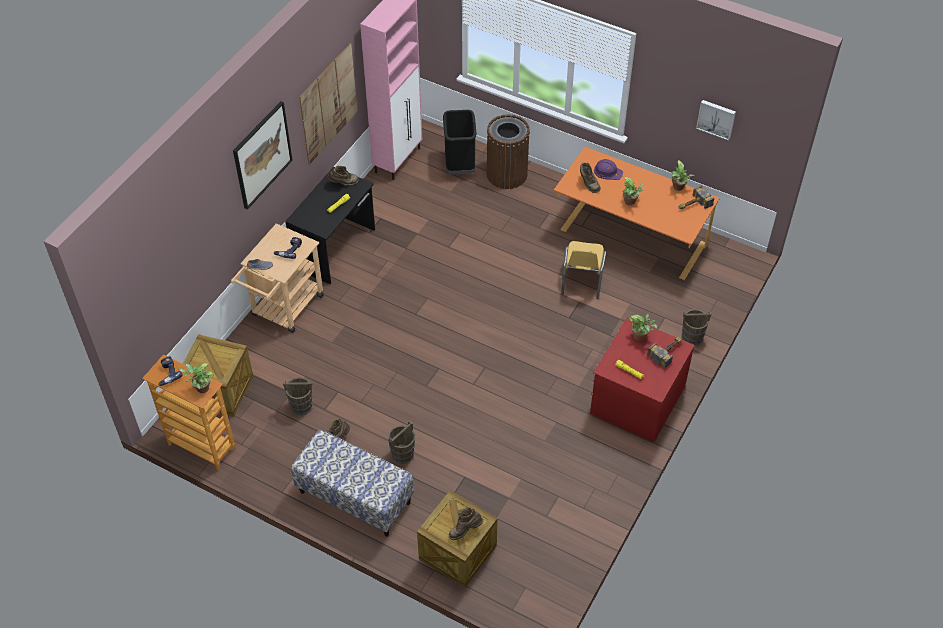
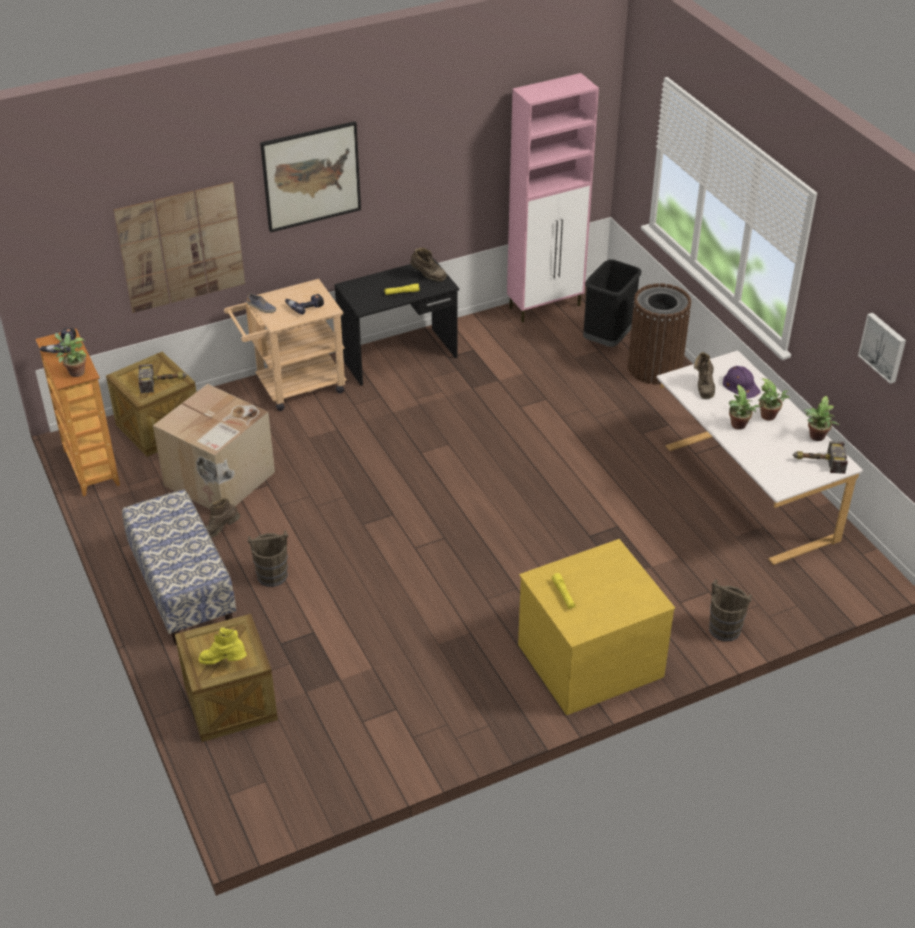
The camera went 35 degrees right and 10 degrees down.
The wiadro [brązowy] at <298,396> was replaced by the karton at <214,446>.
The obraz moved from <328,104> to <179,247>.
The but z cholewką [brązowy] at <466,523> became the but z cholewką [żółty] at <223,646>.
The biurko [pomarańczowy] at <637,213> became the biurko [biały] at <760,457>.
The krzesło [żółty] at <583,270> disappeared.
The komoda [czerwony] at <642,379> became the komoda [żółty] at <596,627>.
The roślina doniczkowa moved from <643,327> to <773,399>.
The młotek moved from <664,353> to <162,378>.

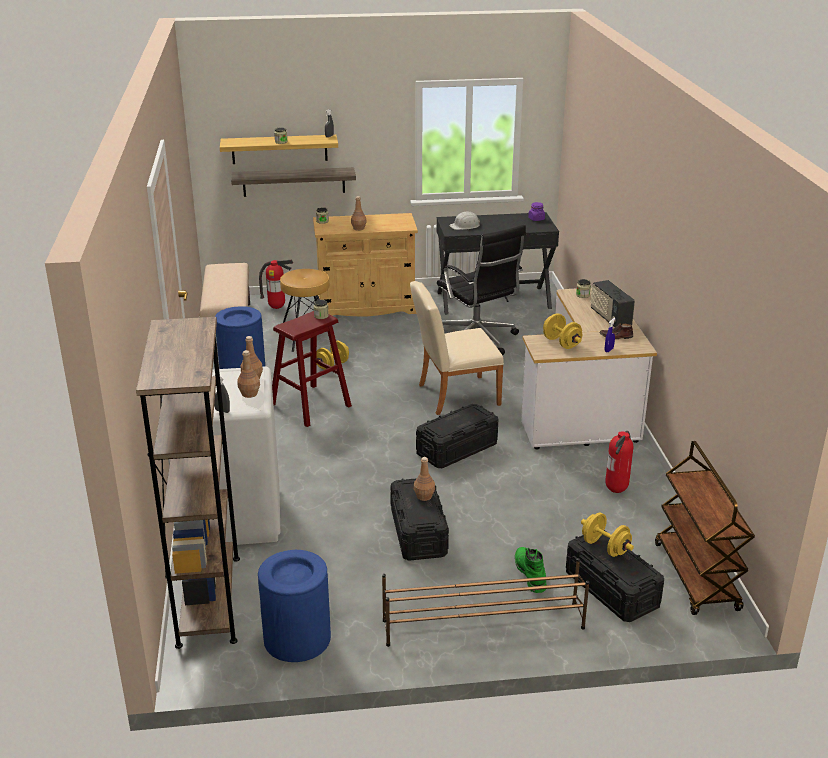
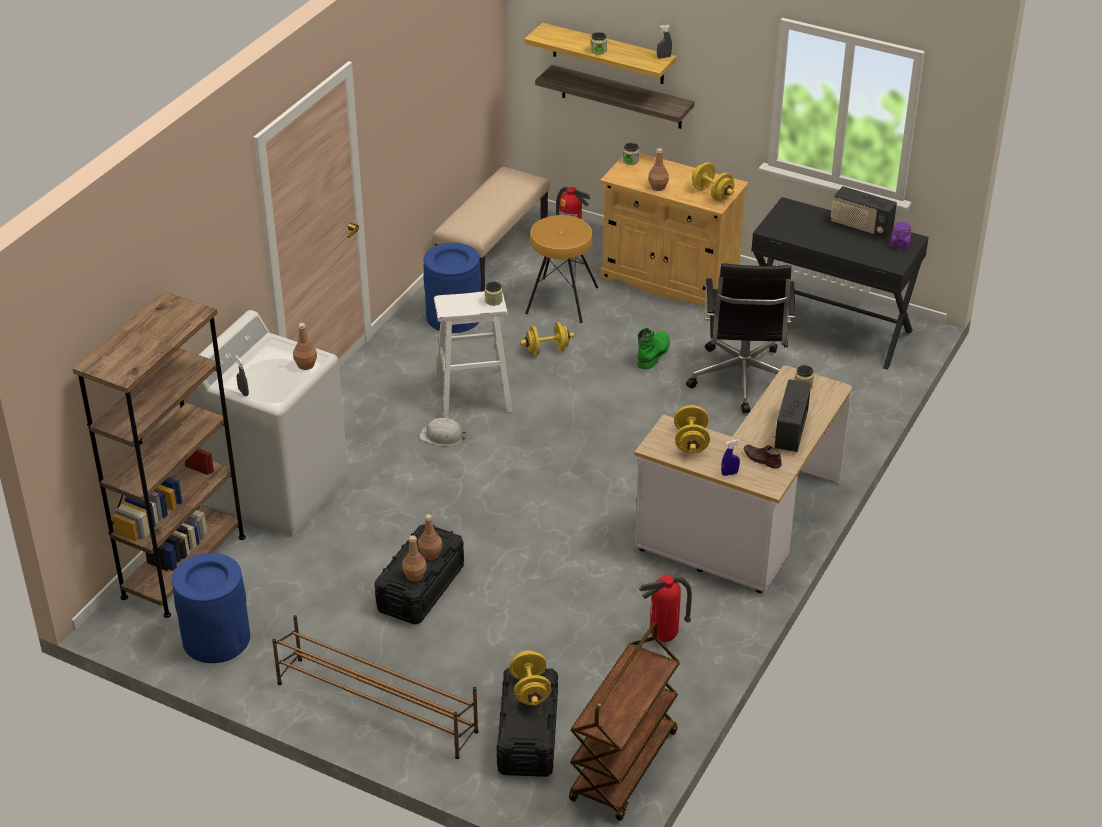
The camera went 35 degrees right and 10 degrees up.
The butelka [brązowy] moved from <248,374> to <414,558>.
The stołek [czerwony] at <312,369> became the stołek [biały] at <473,354>.
The krzesło [beżowy] at <457,348> disappeared.
The pojemnik do przechowywania [czarny] at <457,436> disappeared.
The kask [biały] moved from <464,220> to <442,432>.
The but z cholewką [zielony] moved from <531,570> to <653,348>.
The hantel [żółty] at <713,181> appeared.
The radio at <864,212> appeared.

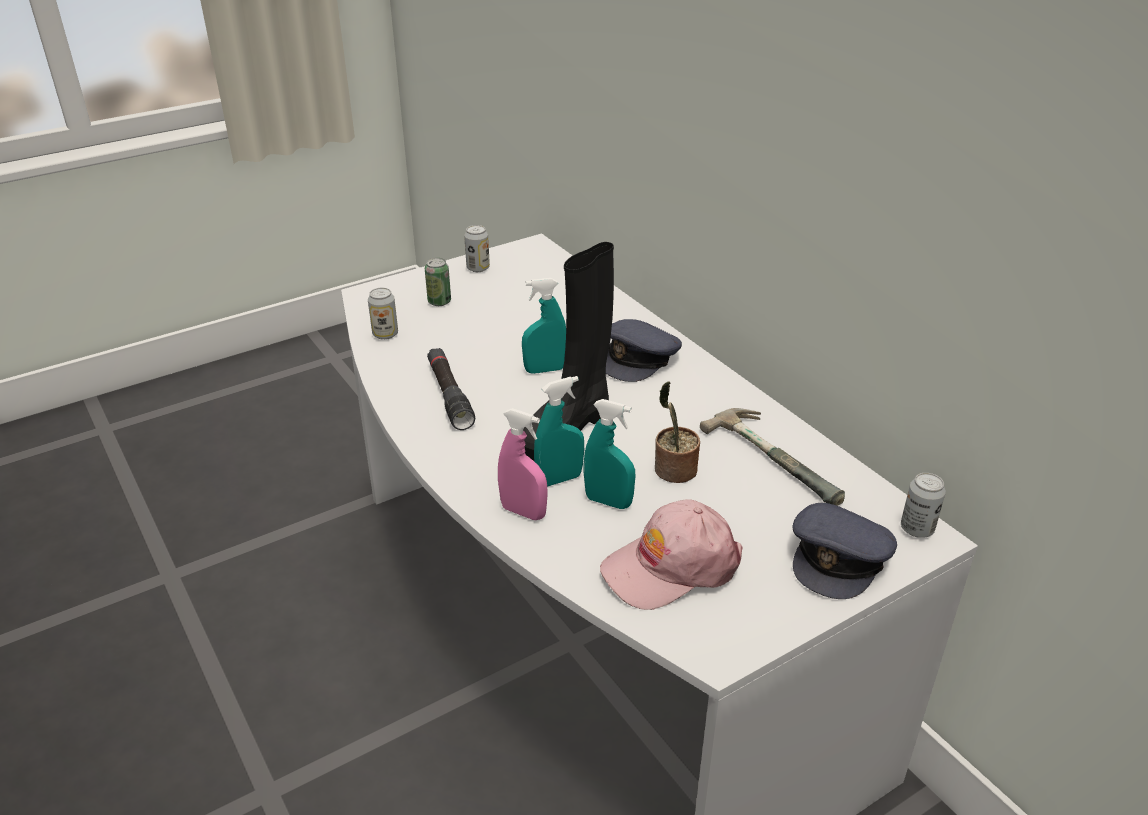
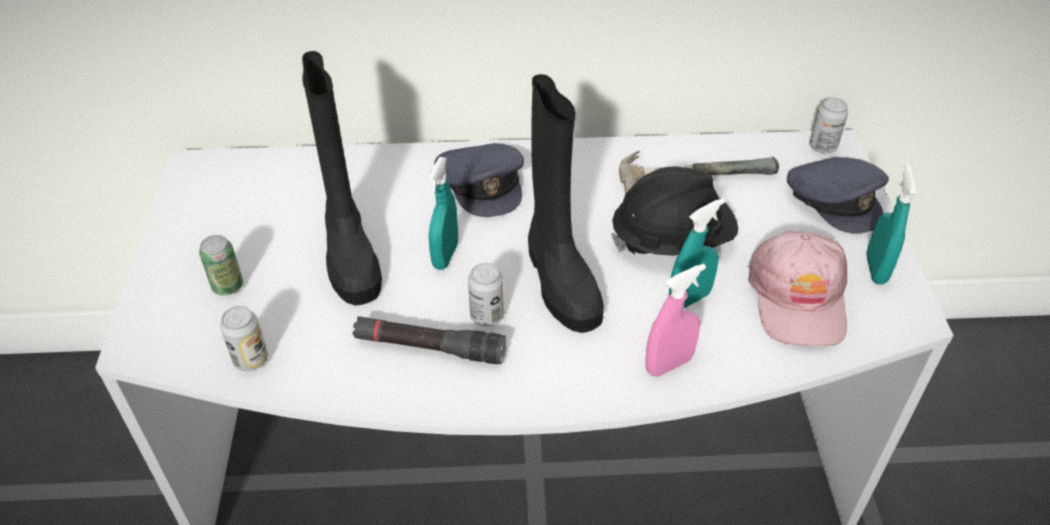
The camera went 60 degrees left and 10 degrees up.
The puszka moved from <477,248> to <486,294>.
The spryskiwacz [turkusowy] moved from <559,431> to <891,224>.
The roślina doniczkowa at <677,432> was replaced by the kask [czarny] at <674,211>.
The but z cholewką [czarny] at <342,178> appeared.

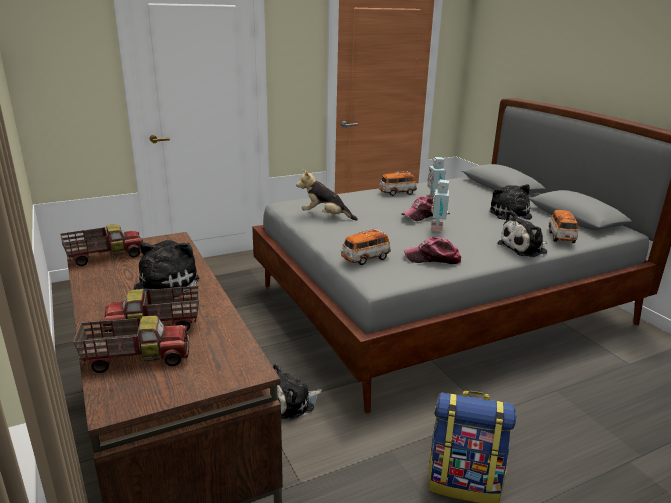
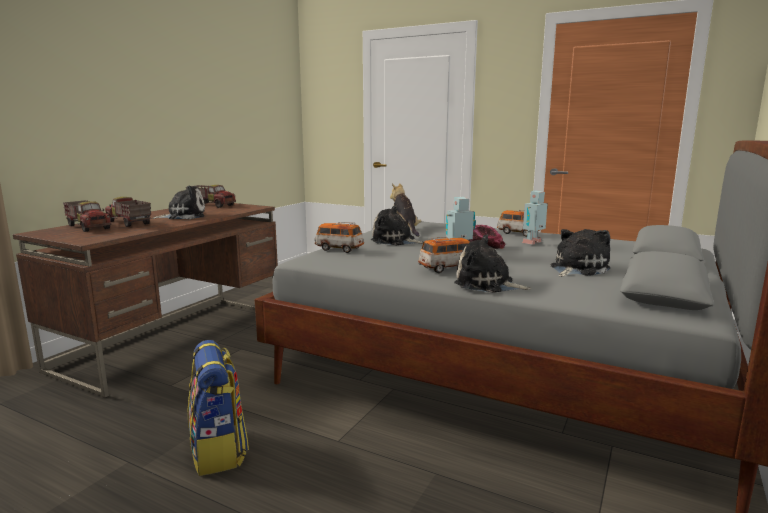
The camera went 55 degrees right and 10 degrees down.
The pluszak moved from <297,392> to <397,225>.
The czapka z daszkiem at <432,250> disappeared.
The samochodzik moved from <563,226> to <444,255>.

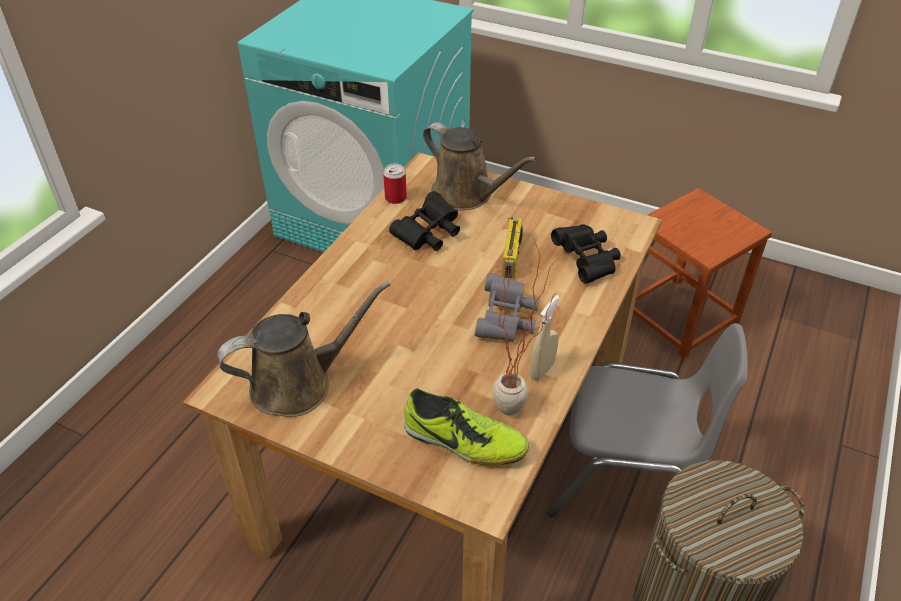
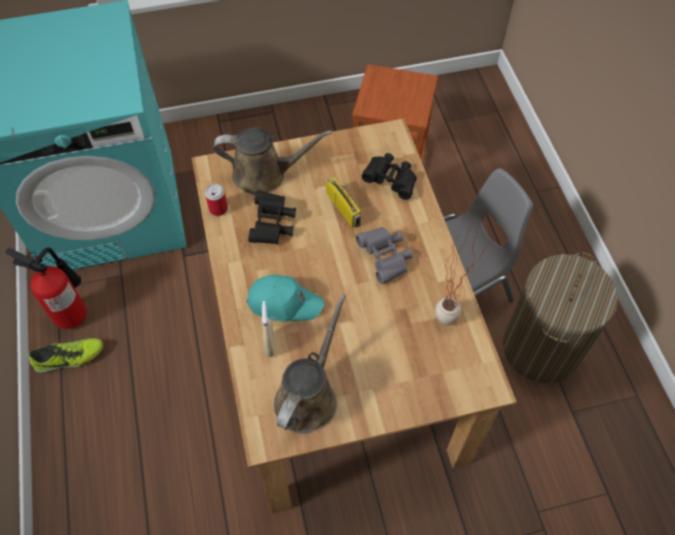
The camera went 40 degrees left and 15 degrees up.
The but moved from <466,427> to <66,355>.
The spryskiwacz [beżowy] moved from <545,338> to <268,329>.
The gaśnica at <46,288> appeared.
The czapka z daszkiem [turkusowy] at <285,298> appeared.

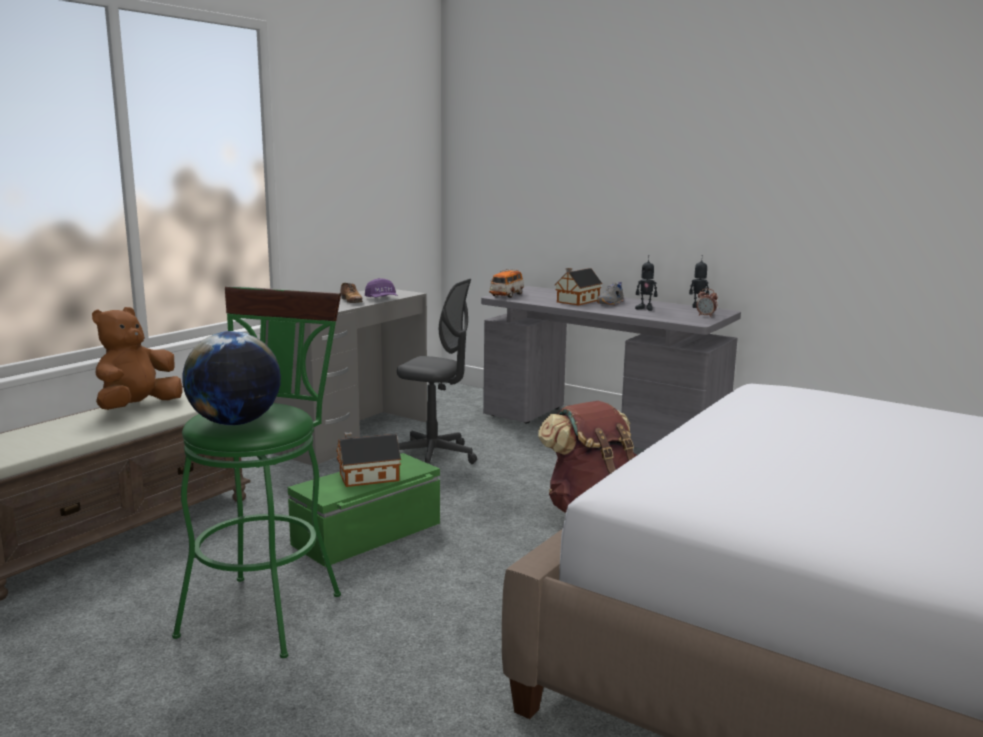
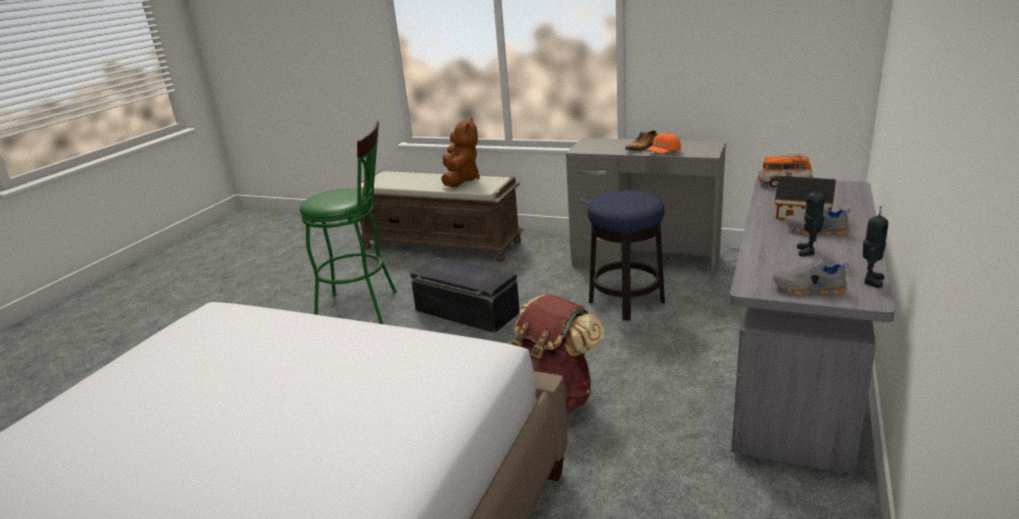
The camera went 80 degrees right and 10 degrees up.
The pluszak [brązowy] at <137,358> turned 75 degrees clockwise.
The globus at <231,378> disappeared.
The pojemnik do przechowywania [zielony] at <364,510> became the pojemnik do przechowywania [czarny] at <465,294>.
The domek at <368,459> disappeared.
The czapka z daszkiem [fioletowy] at <381,287> became the czapka z daszkiem [pomarańczowy] at <663,143>.
The krzesło biurowe [szary] at <437,372> was replaced by the stołek at <626,255>.
The budzik at <707,302> was replaced by the but [szary] at <810,277>.

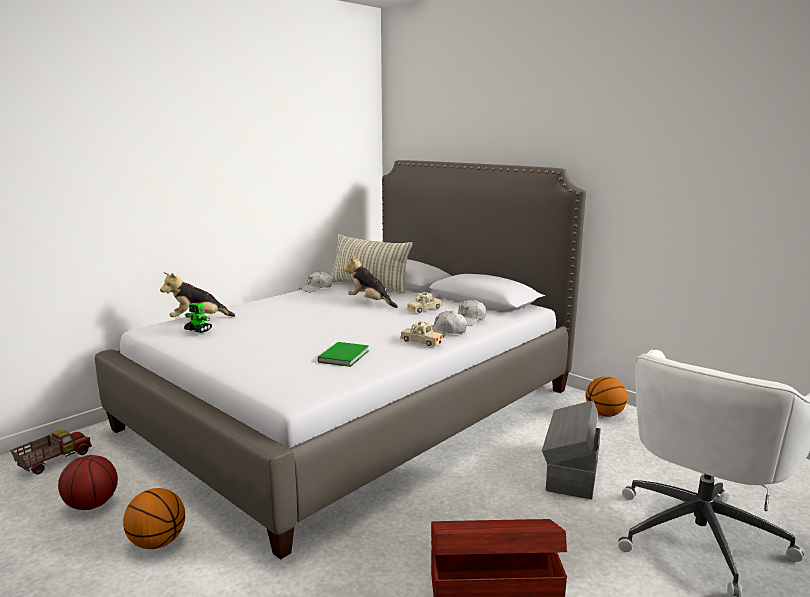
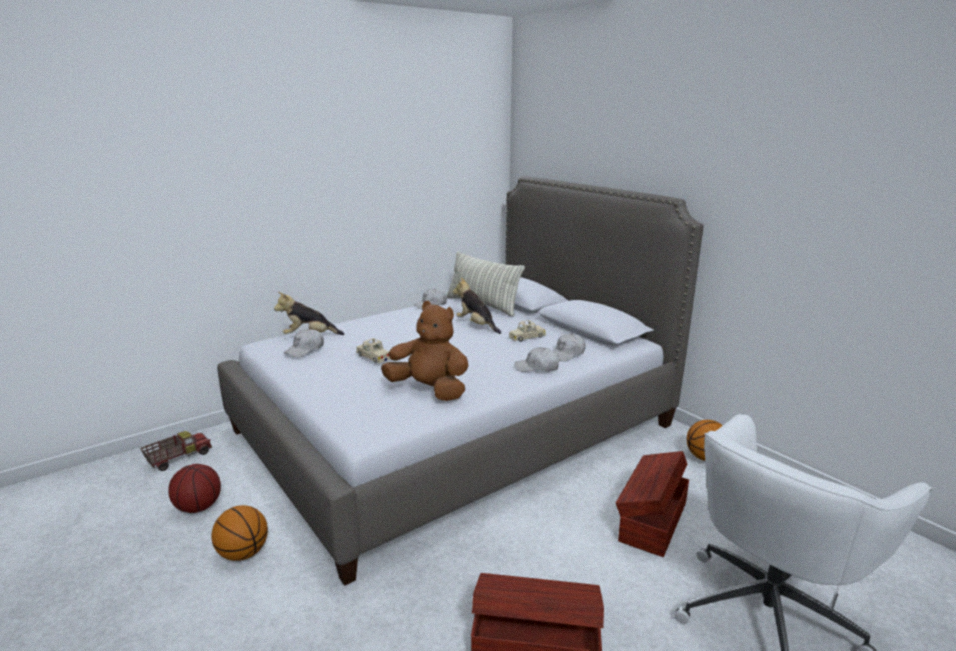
The camera went 10 degrees right and 5 degrees up.
The robot zabawkowy at <198,318> was replaced by the czapka z daszkiem [biały] at <304,343>.
The książka [zielony] at <343,354> was replaced by the pluszak [brązowy] at <424,351>.
The samochodzik [beżowy] moved from <422,333> to <373,350>.
The pojemnik do przechowywania [szary] at <571,449> became the pojemnik do przechowywania [brązowy] at <652,504>.

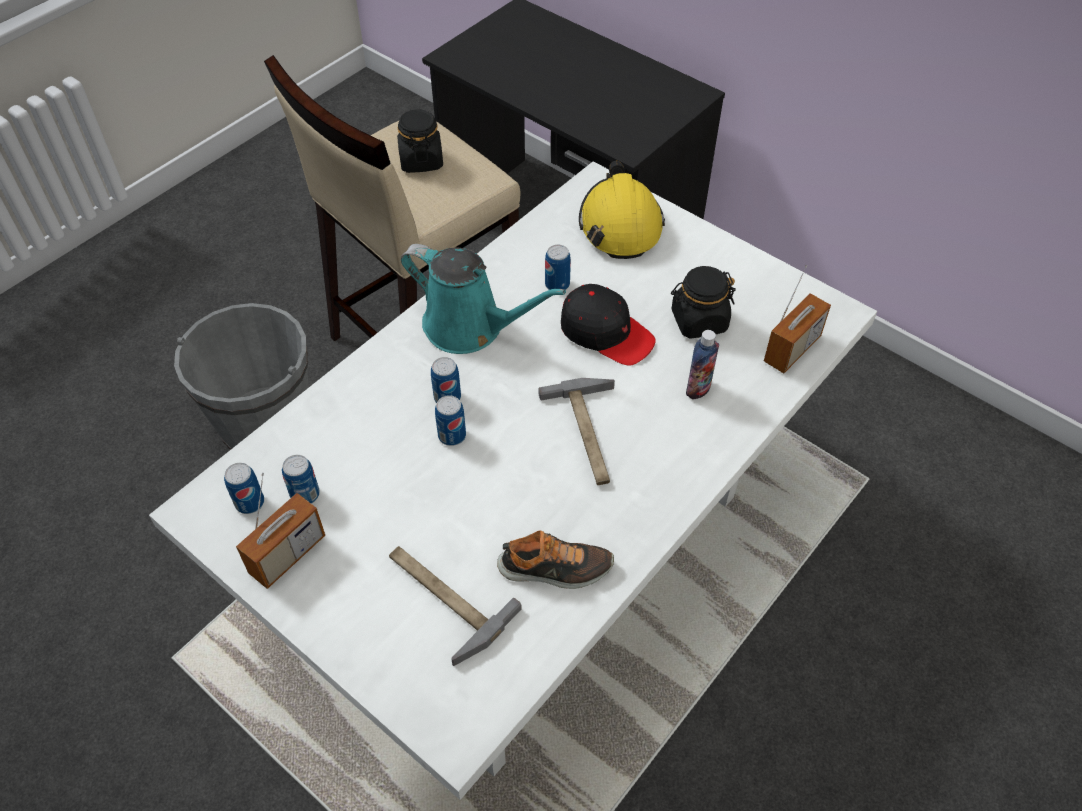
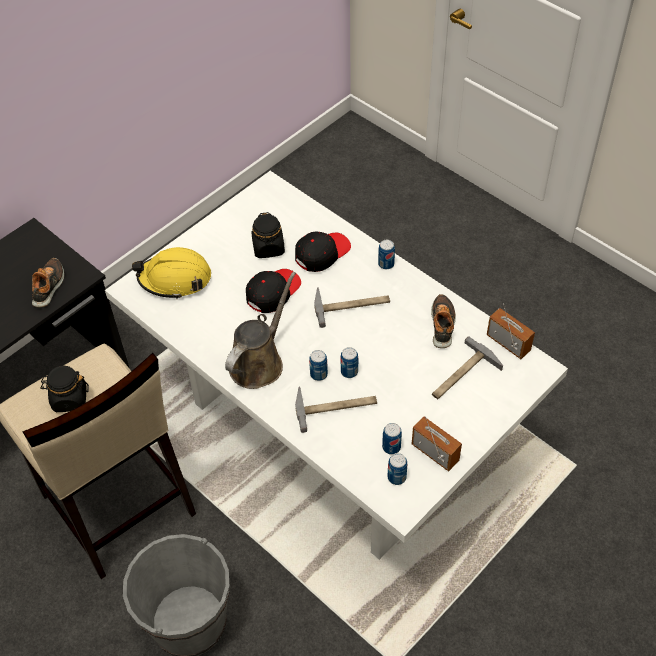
The camera went 85 degrees left and 0 degrees up.
The konewka [turkusowy] at <483,299> became the konewka [brązowy] at <260,330>.
The puszka moved from <558,267> to <386,254>.
The butelka at <702,364> was replaced by the czapka z daszkiem [czarny] at <323,251>.
The radio moved from <797,319> to <511,331>.
The but at <48,283> appeared.
The młotek at <336,409> appeared.

